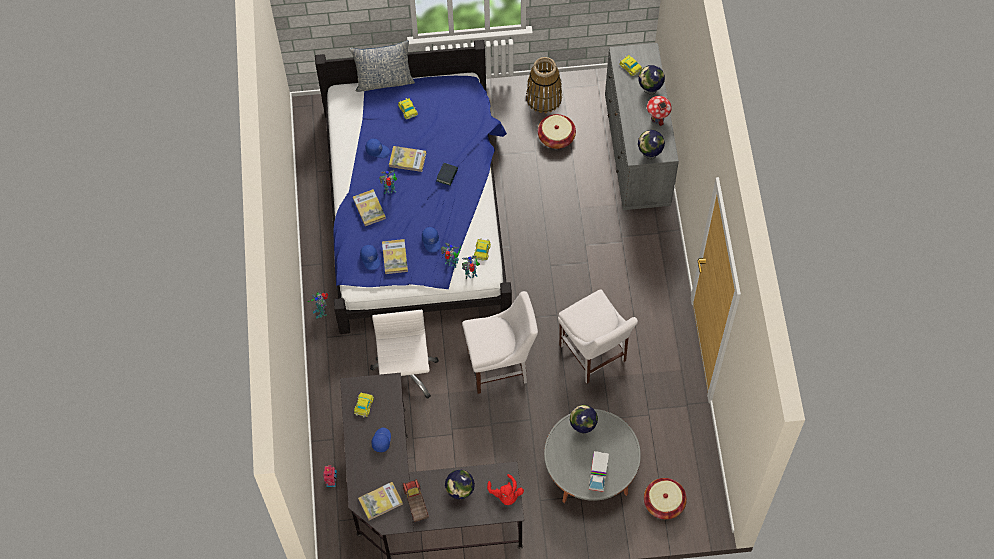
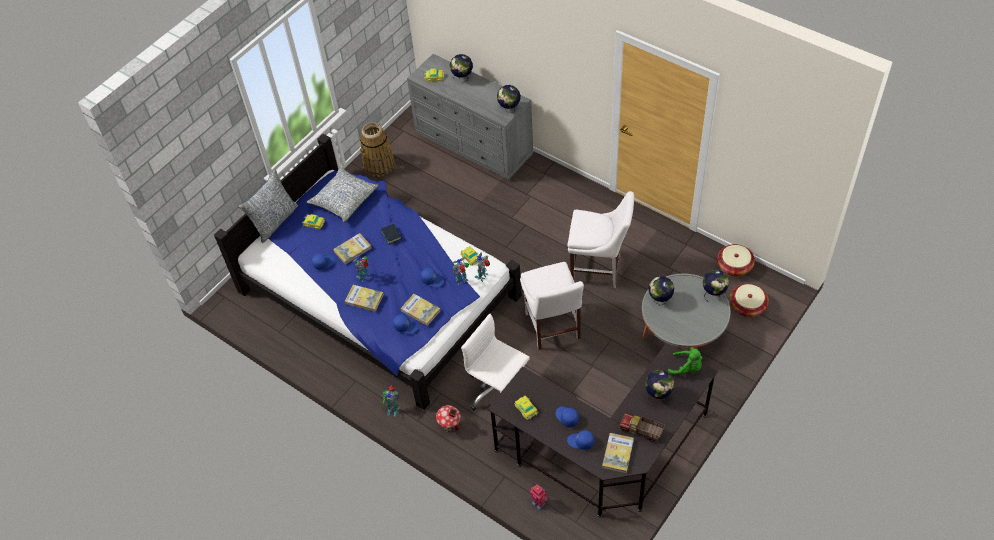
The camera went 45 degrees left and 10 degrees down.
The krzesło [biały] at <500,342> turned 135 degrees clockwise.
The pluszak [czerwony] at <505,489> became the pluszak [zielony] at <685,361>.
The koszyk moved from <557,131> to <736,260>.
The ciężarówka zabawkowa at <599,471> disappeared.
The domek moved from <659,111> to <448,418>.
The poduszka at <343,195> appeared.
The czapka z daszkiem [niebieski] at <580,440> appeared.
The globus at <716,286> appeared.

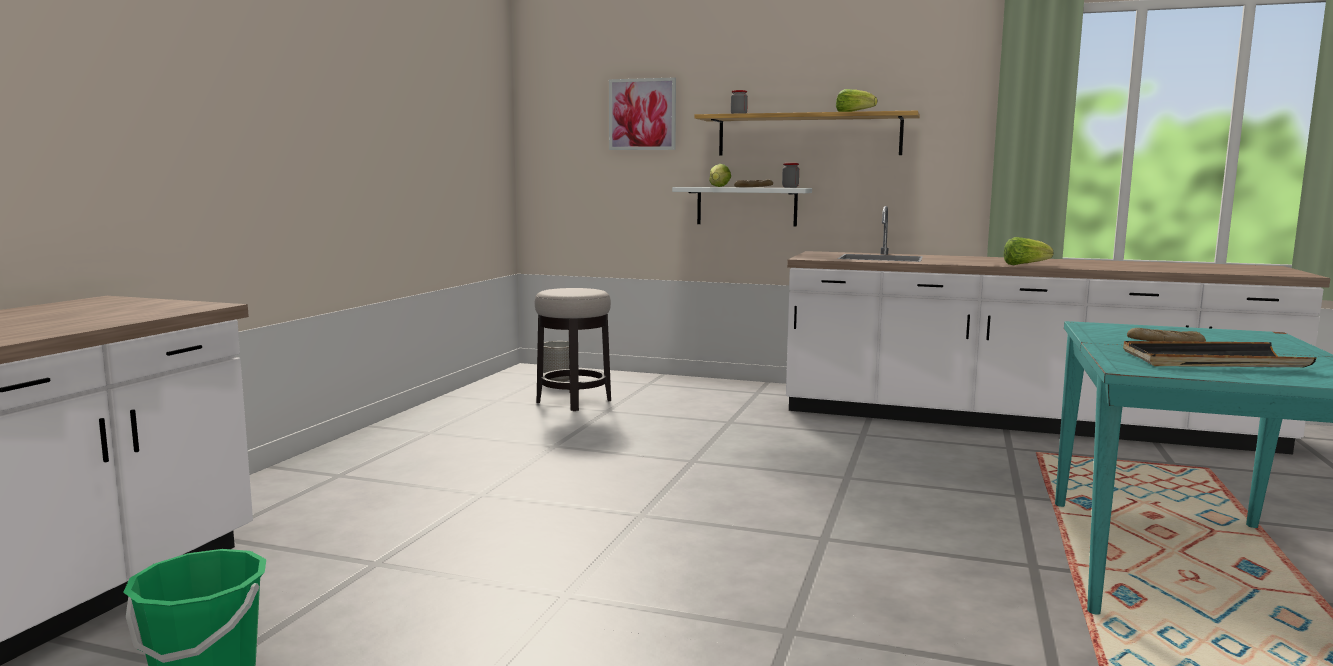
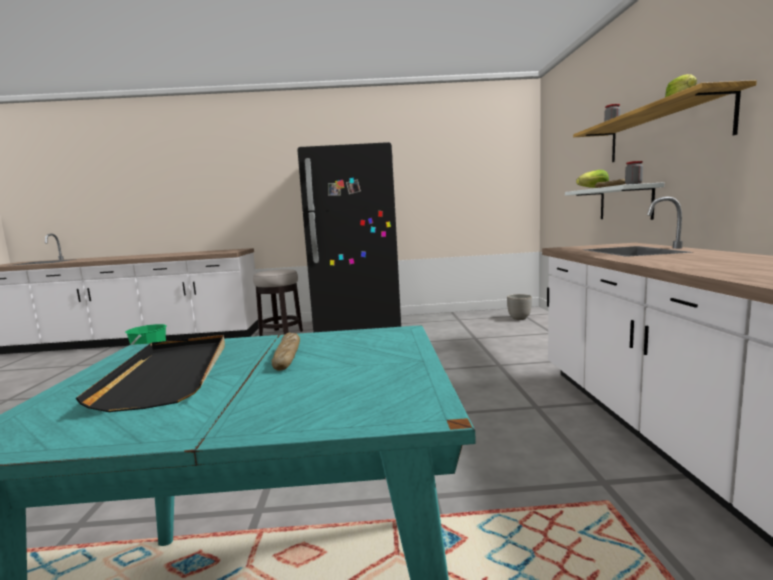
The camera went 70 degrees right and 0 degrees up.
The stołek moved from <573,349> to <278,302>.
The obraz at <642,113> disappeared.
The sałata at <1029,251> disappeared.
The lodówka [czarny] at <349,237> appeared.

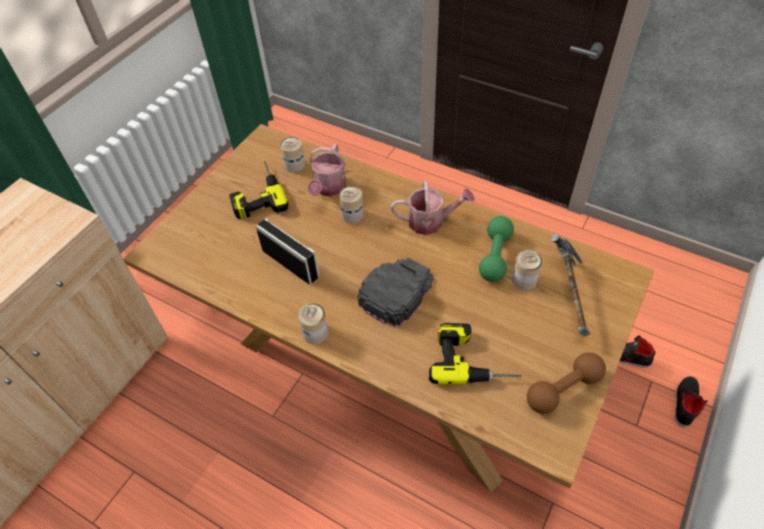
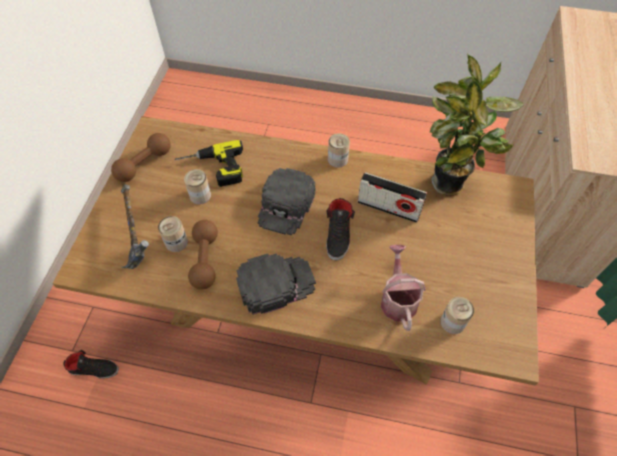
The camera went 160 degrees right and 5 degrees up.
The wiertarka at <258,190> disappeared.
The puszka moved from <351,204> to <197,186>.
The konewka at <433,207> was replaced by the czapka z daszkiem [czarny] at <276,284>.
The hantel [zielony] at <496,249> became the hantel [brązowy] at <203,255>.
The but [czarny] moved from <691,401> to <340,229>.
The roślina doniczkowa at <477,125> appeared.

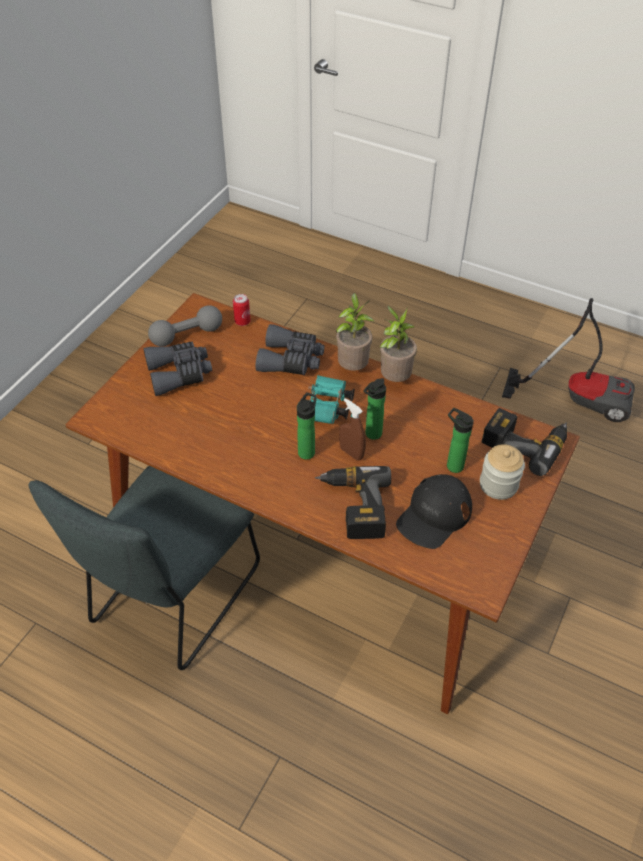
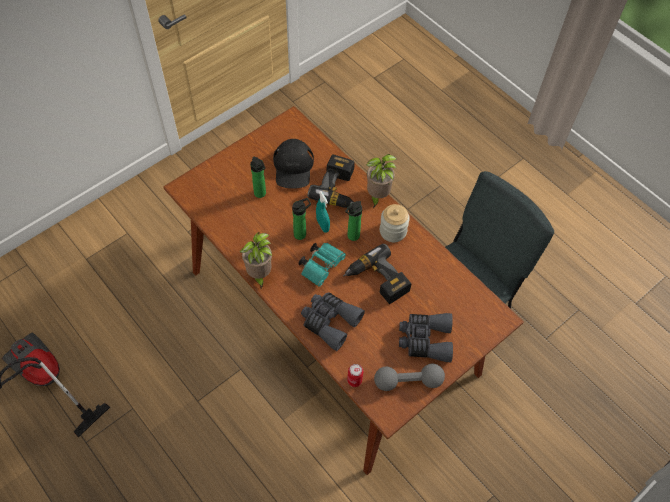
The camera went 160 degrees left and 10 degrees up.
The roślina doniczkowa moved from <355,332> to <381,181>.
The spryskiwacz [brązowy] at <352,429> became the spryskiwacz [turkusowy] at <323,212>.
The czapka z daszkiem [czarny] at <434,511> turned 120 degrees clockwise.
The słoik moved from <502,472> to <395,223>.
The wiertarka moved from <524,442> to <377,274>.

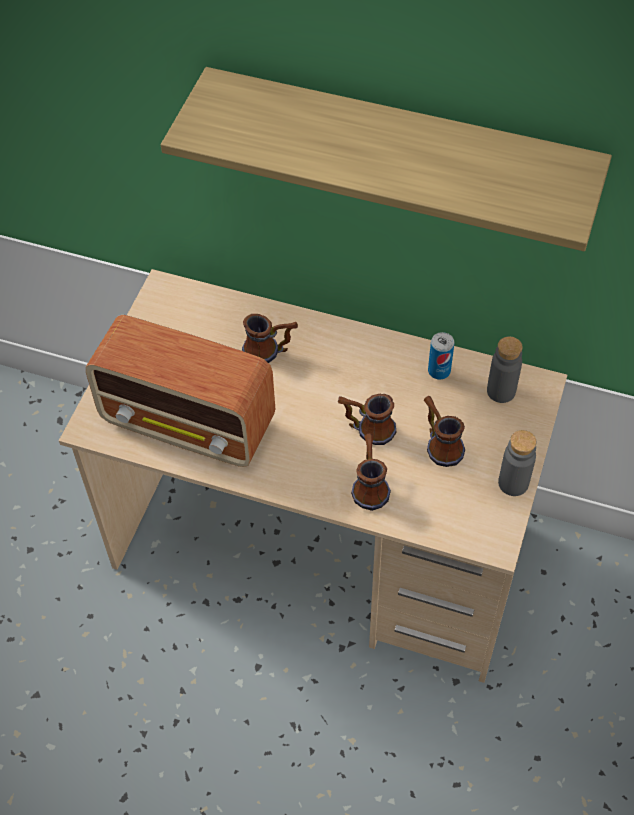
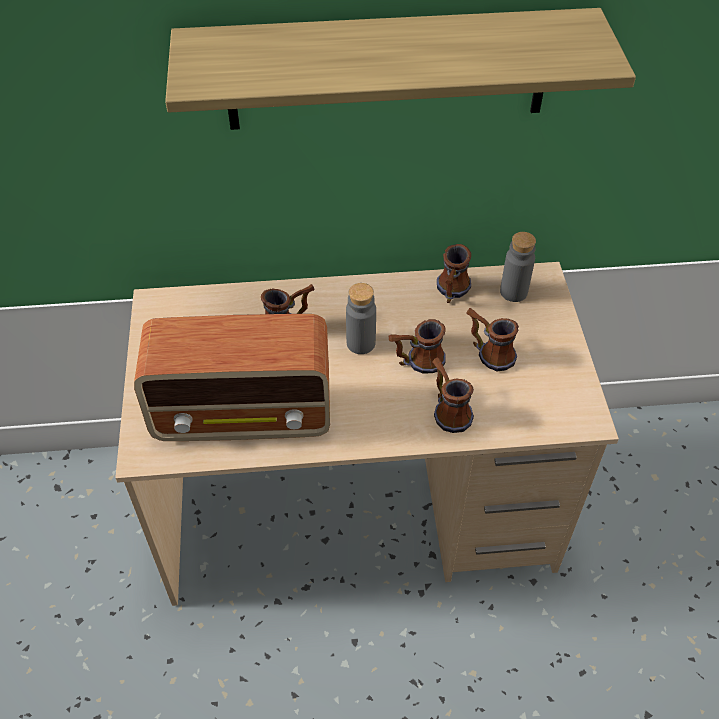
The camera went 25 degrees left and 5 degrees down.
The puszka at <441,356> was replaced by the kubek at <454,273>.
The butelka [szary] moved from <517,463> to <361,318>.

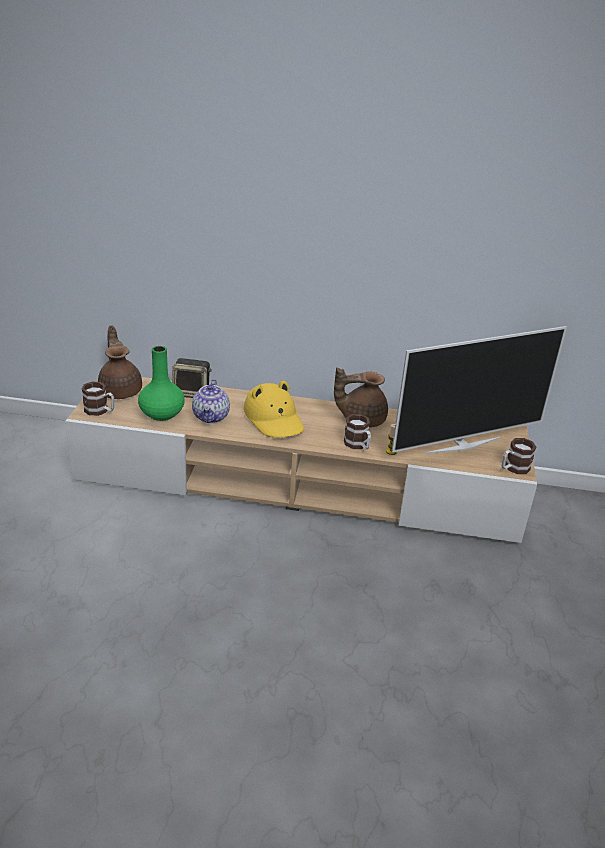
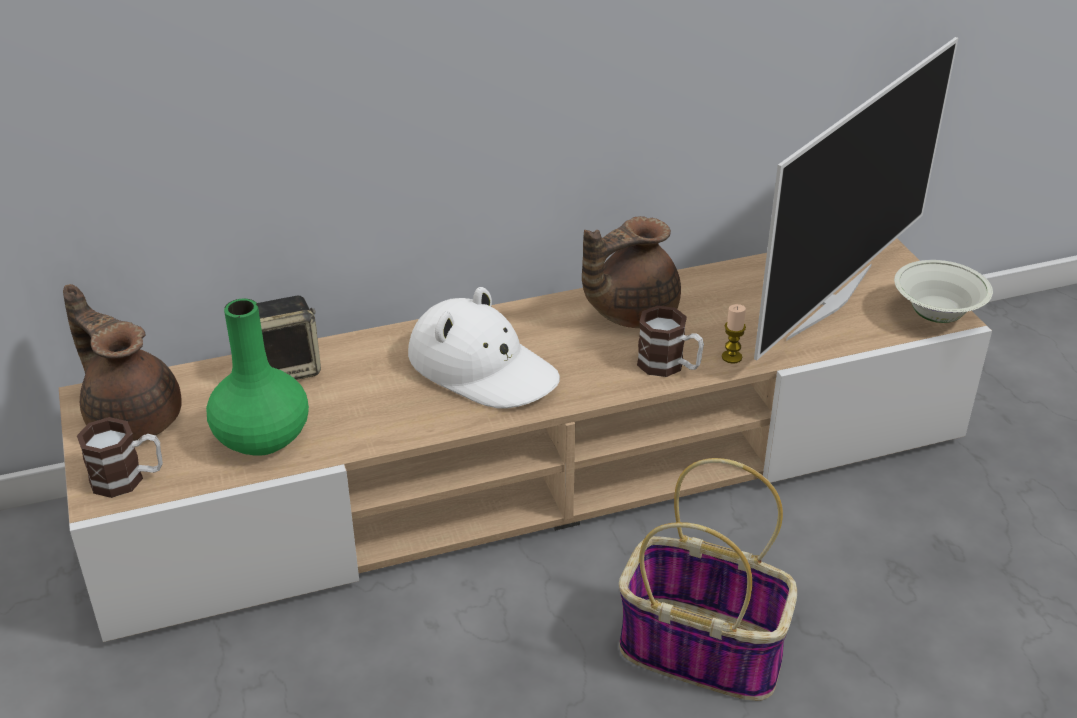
The camera went 25 degrees left and 5 degrees up.
The imbryk at <211,401> disappeared.
The kapelusz [żółty] at <274,409> became the kapelusz [biały] at <484,347>.
The kubek at <519,456> was replaced by the miska [biały] at <943,291>.
The koszyk at <708,579> appeared.

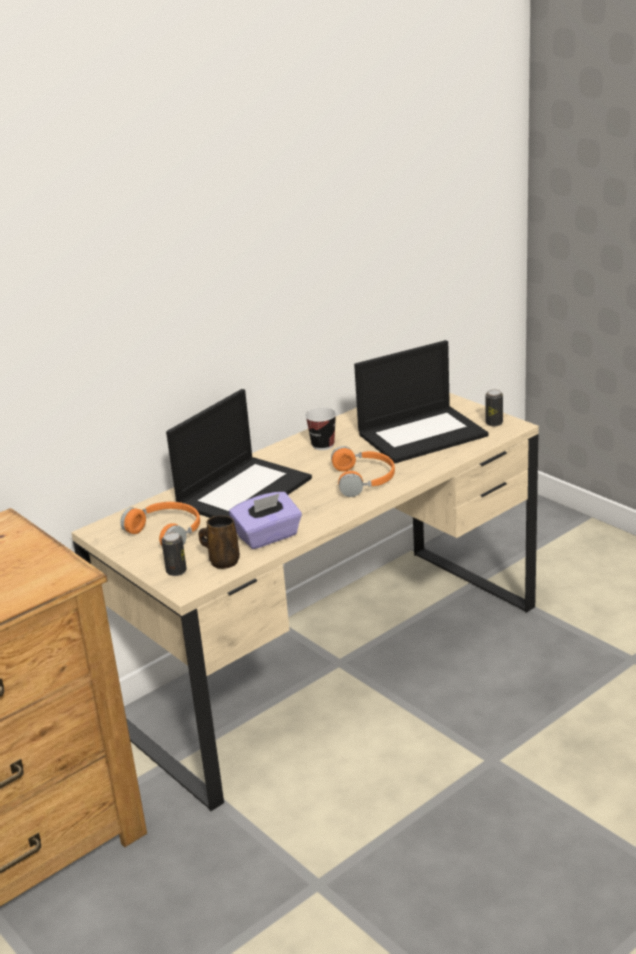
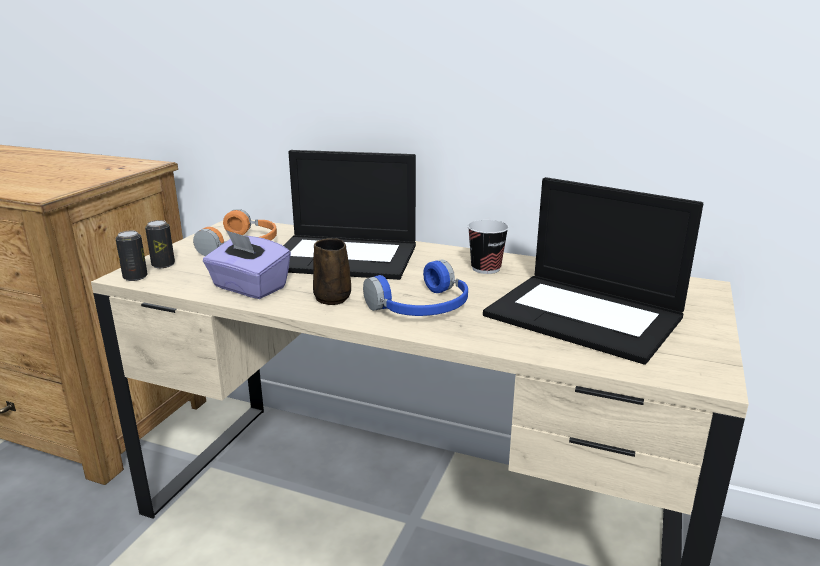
The camera went 60 degrees right and 5 degrees down.
The kubek [brązowy] moved from <219,542> to <332,271>.
The słuchawki [pomarańczowy] at <363,471> became the słuchawki [niebieski] at <415,287>.
The puszka moved from <494,407> to <132,256>.

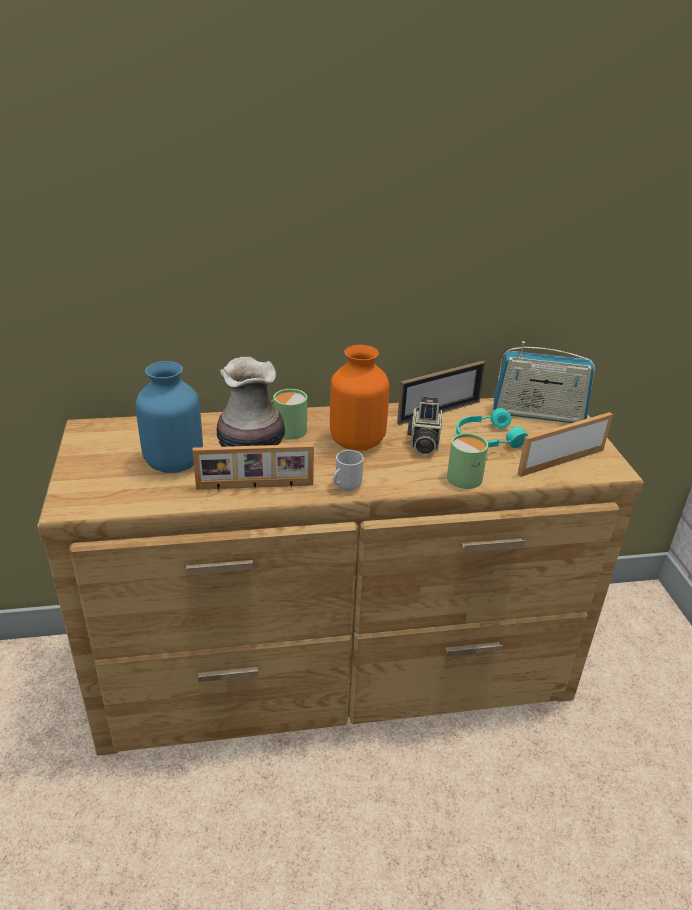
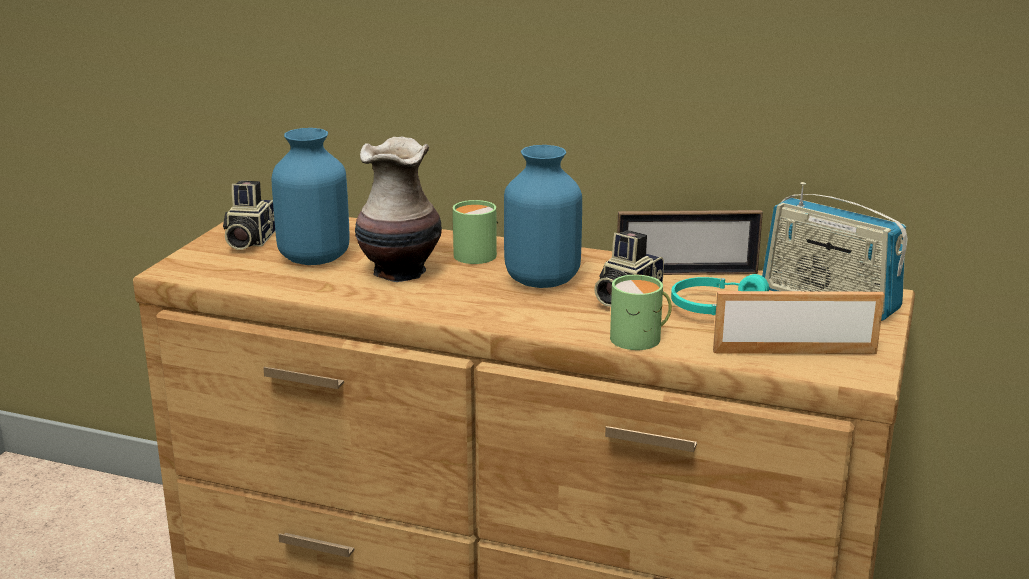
The camera went 30 degrees right and 10 degrees down.
The ramka na zdjęcie at <253,467> disappeared.
The wazon [pomarańczowy] at <360,398> became the wazon [niebieski] at <543,216>.
The kubek at <348,470> disappeared.
The aparat fotograficzny at <249,215> appeared.

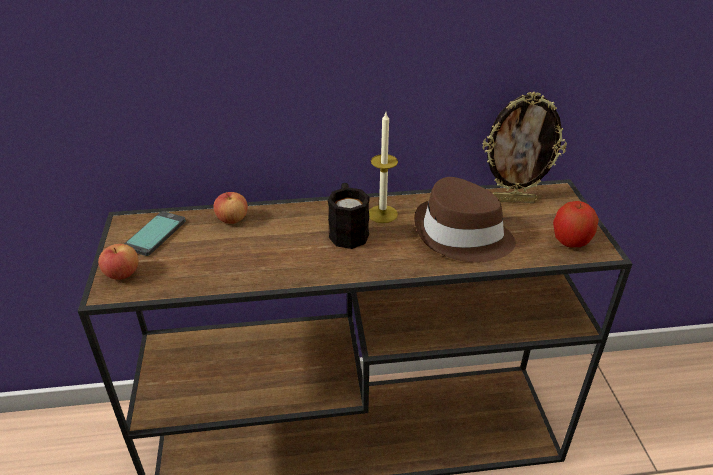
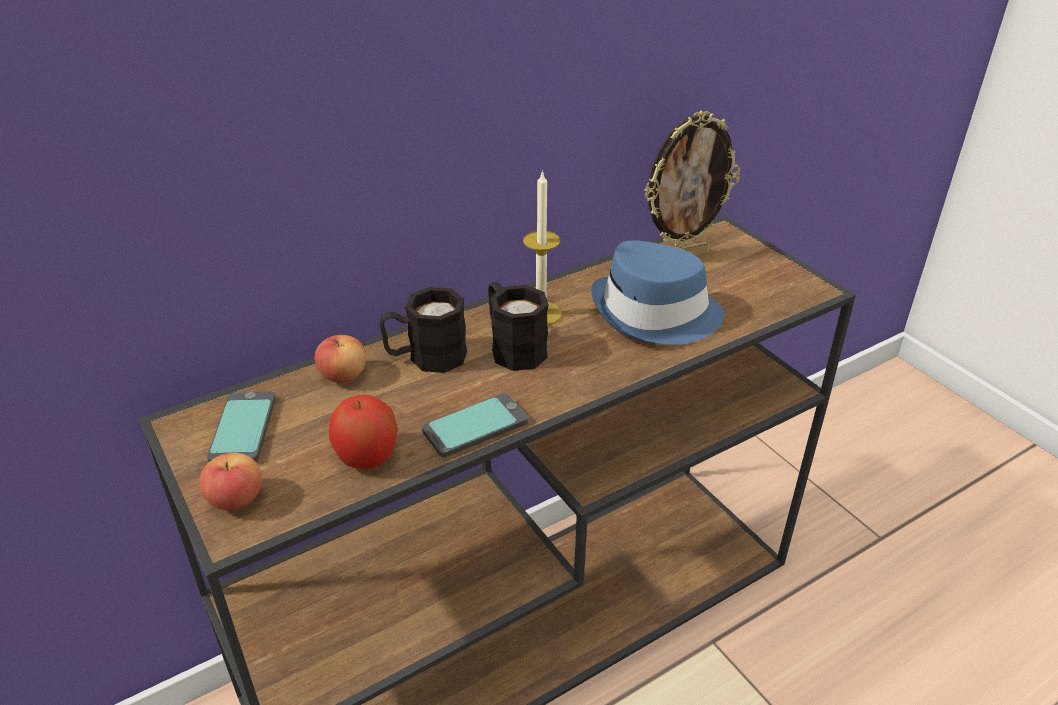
The camera went 25 degrees left and 0 degrees up.
The kapelusz [brązowy] at <465,219> became the kapelusz [niebieski] at <657,293>.
The jabłko moved from <576,224> to <363,432>.
The kubek [czarny] at <423,330> appeared.
The telefon at <475,425> appeared.

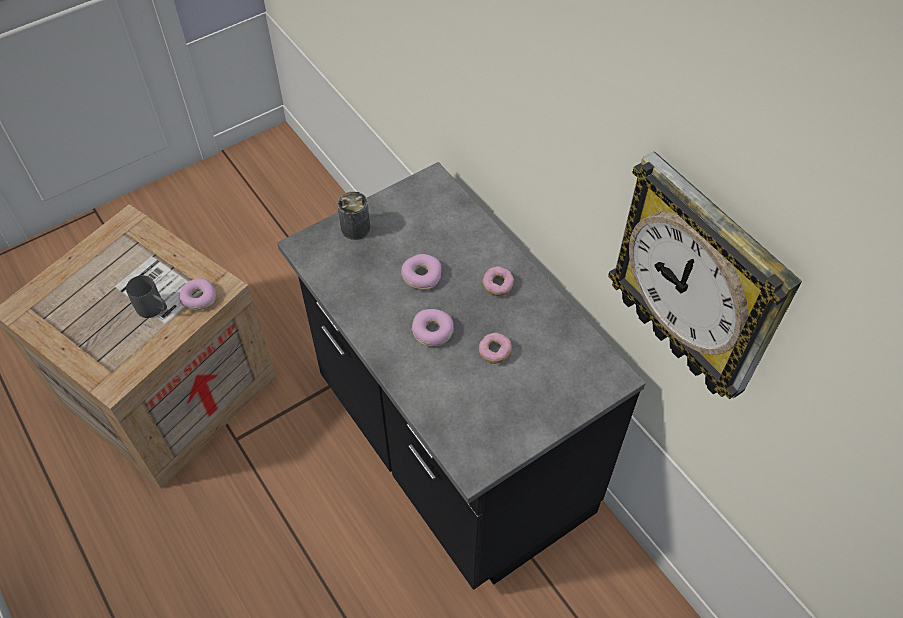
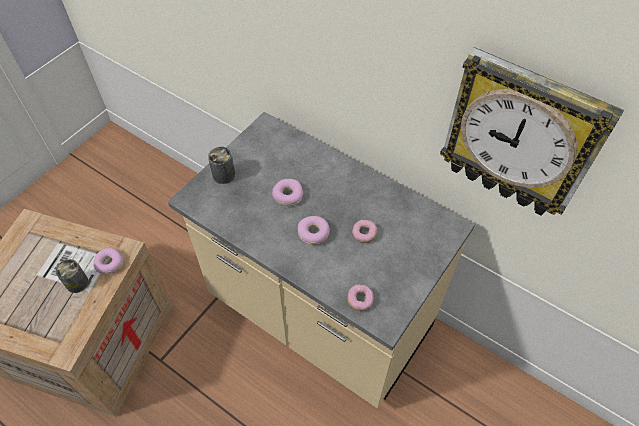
The camera went 20 degrees left and 0 degrees up.
The kubek [szary] at <146,296> was replaced by the puszka at <72,276>.
The zabudowa kuchenna [czarny] at <461,376> became the zabudowa kuchenna [beżowy] at <321,260>.
The donut moved from <498,281> to <360,297>.

